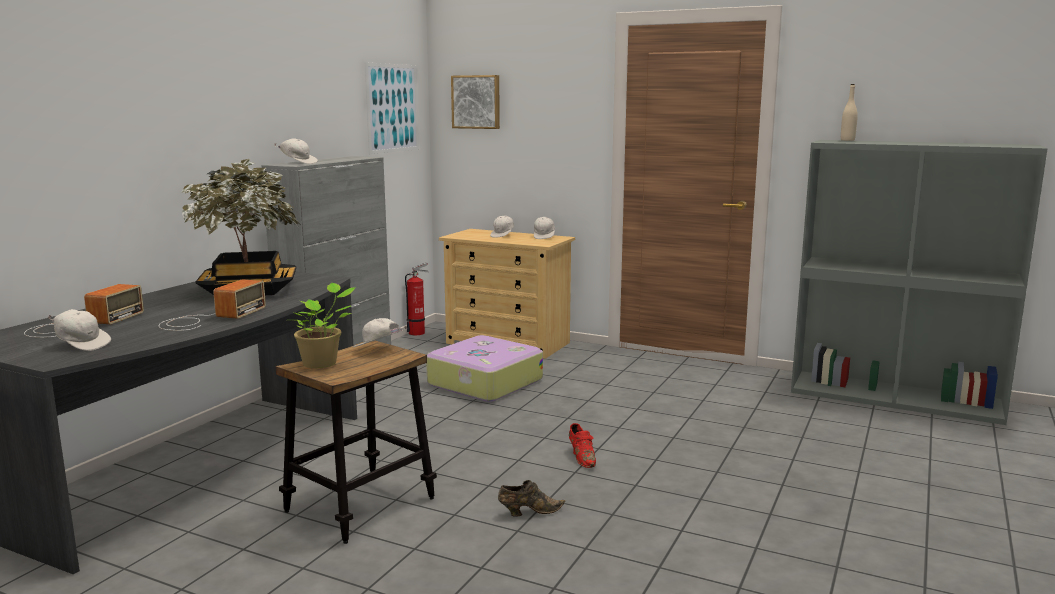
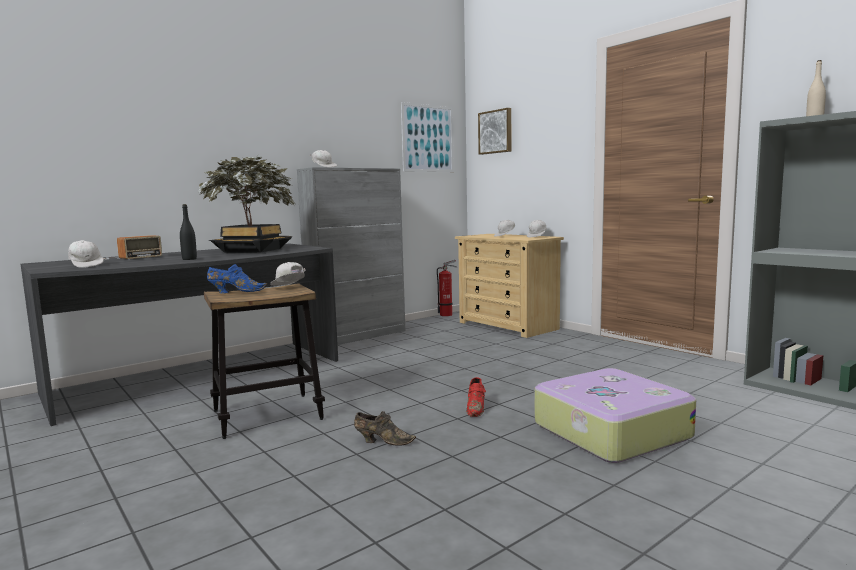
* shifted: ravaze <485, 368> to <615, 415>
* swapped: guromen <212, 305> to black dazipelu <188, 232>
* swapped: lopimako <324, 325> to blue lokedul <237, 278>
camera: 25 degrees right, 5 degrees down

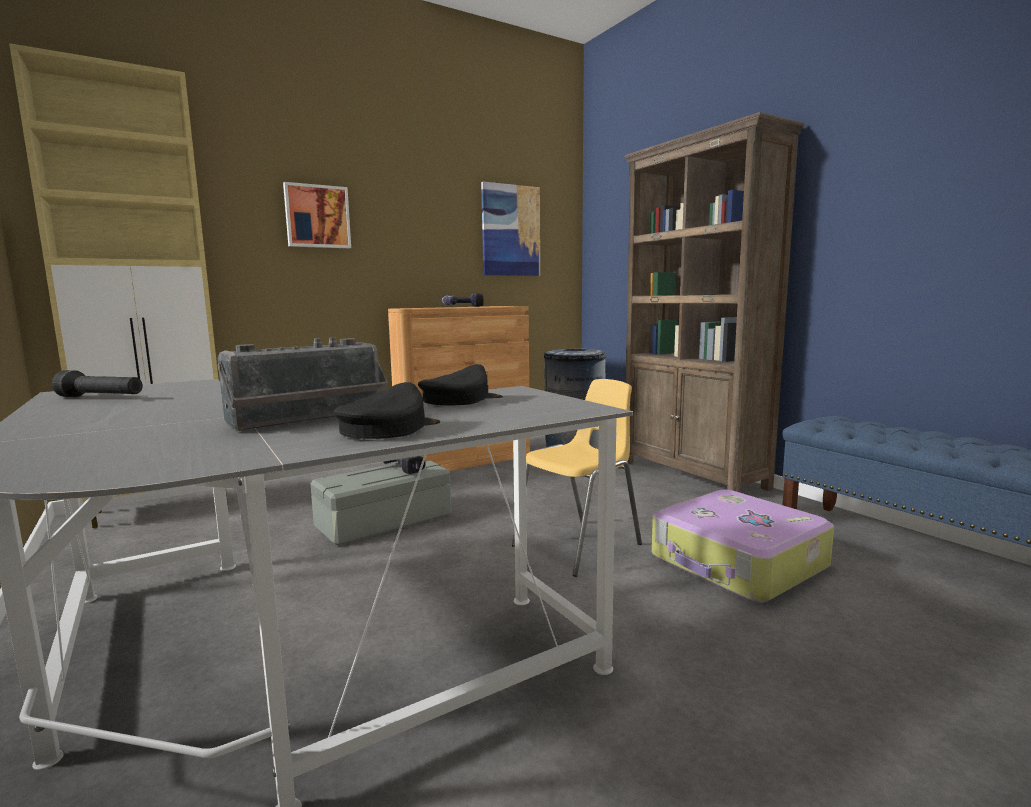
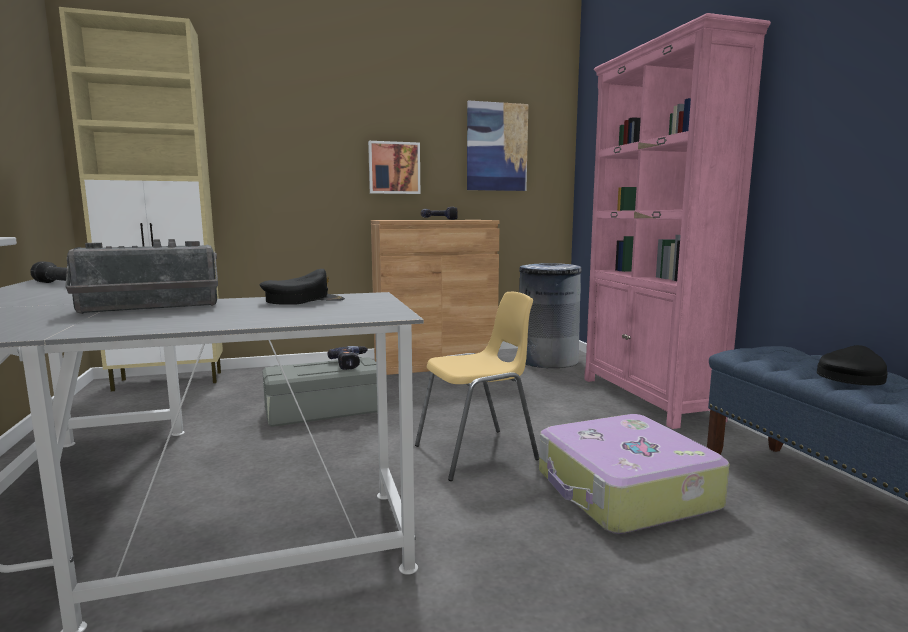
* shifted: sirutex <317, 215> to <394, 167>
* shifted: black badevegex <386, 410> to <852, 365>
* repainted: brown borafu <714, 302> to pink borafu <677, 221>
camera: 15 degrees right, 0 degrees up

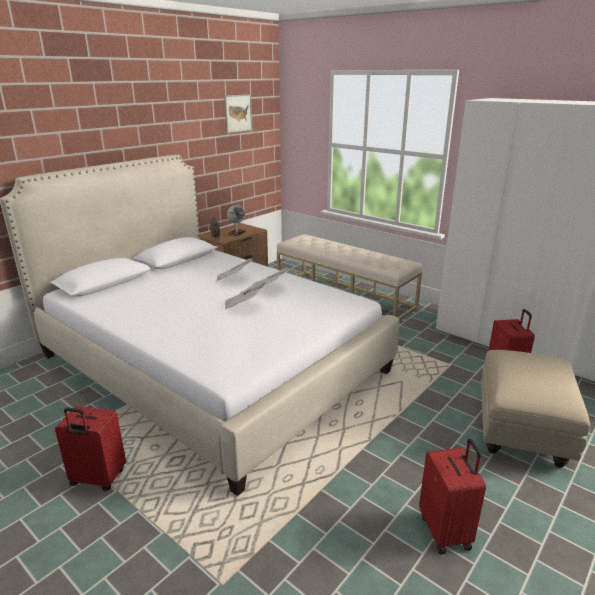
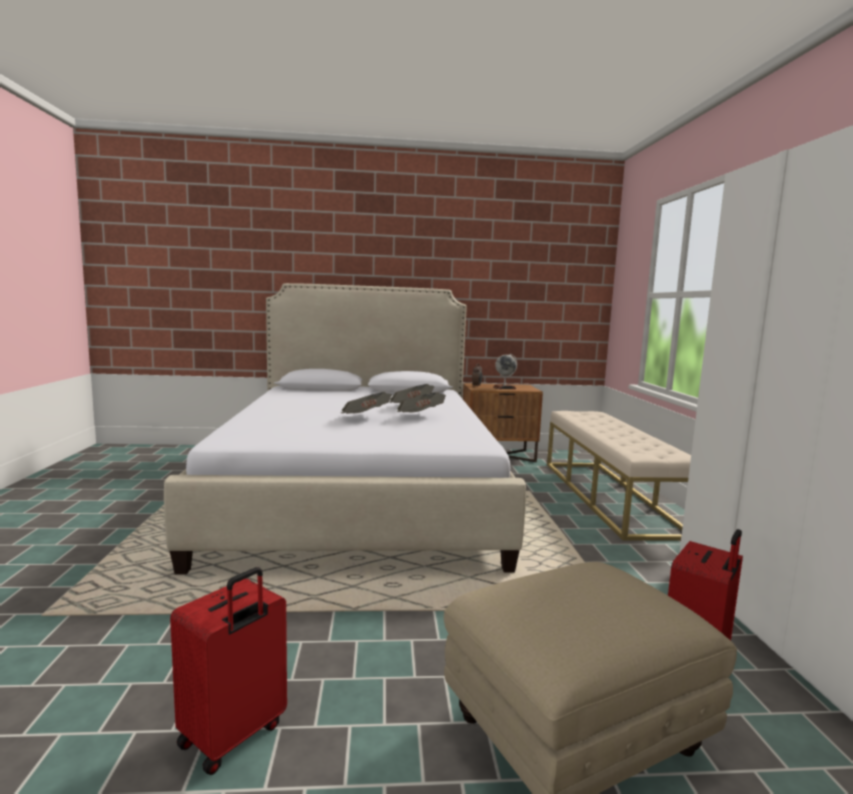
* gone: red ravaze <90, 448>
* gone: sirutex <238, 113>
camera: 45 degrees right, 15 degrees down

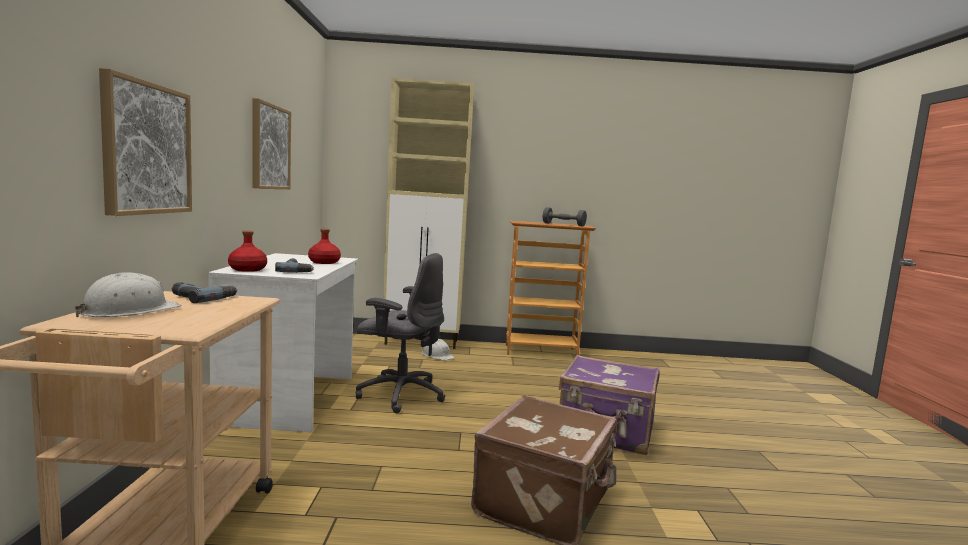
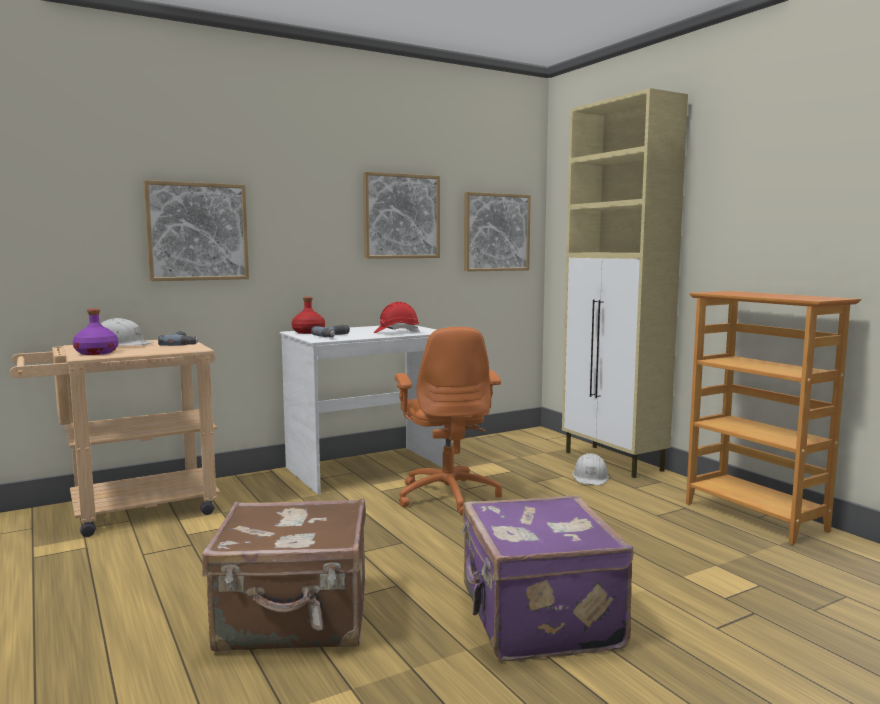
* gone: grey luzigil <565, 216>
* new: purple dazipelu <95, 332>
* new: sirutex <497, 232>
* swapped: red dazipelu <324, 246> to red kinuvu <397, 317>
* repainted: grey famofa <400, 333> to orange famofa <448, 421>
camera: 60 degrees right, 0 degrees up

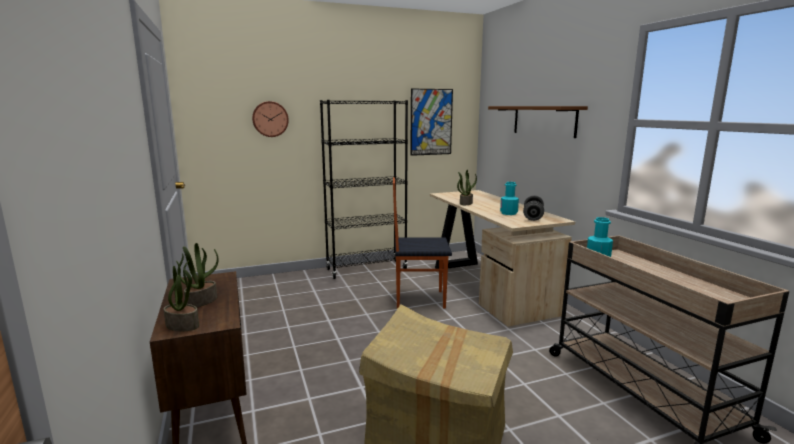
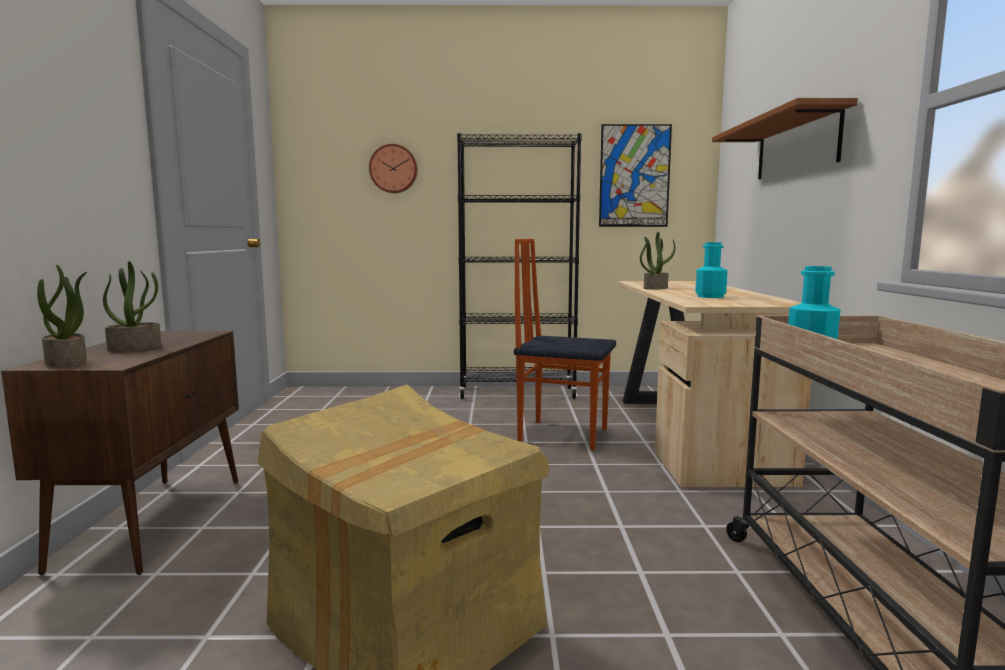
* gone: grey luzigil <533, 208>
camera: 20 degrees right, 5 degrees down

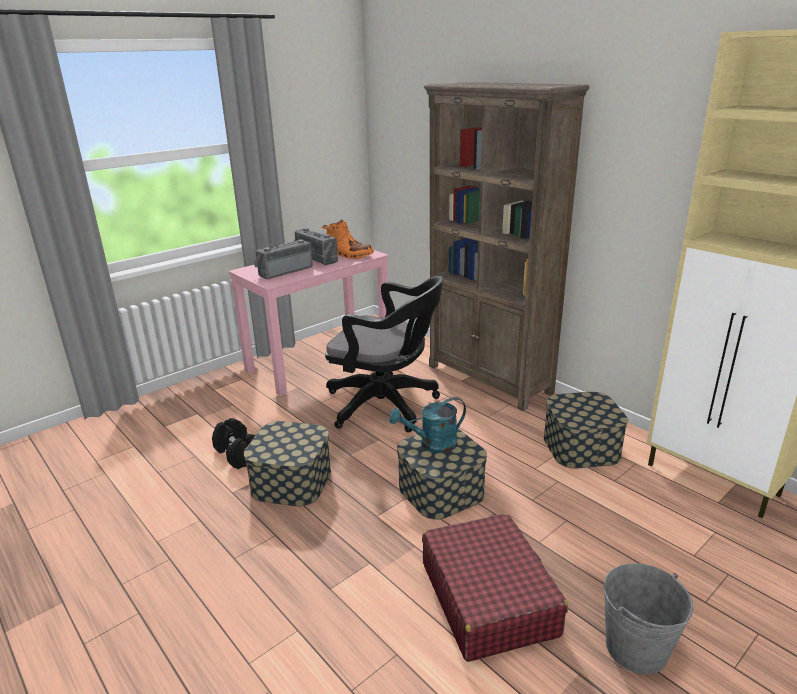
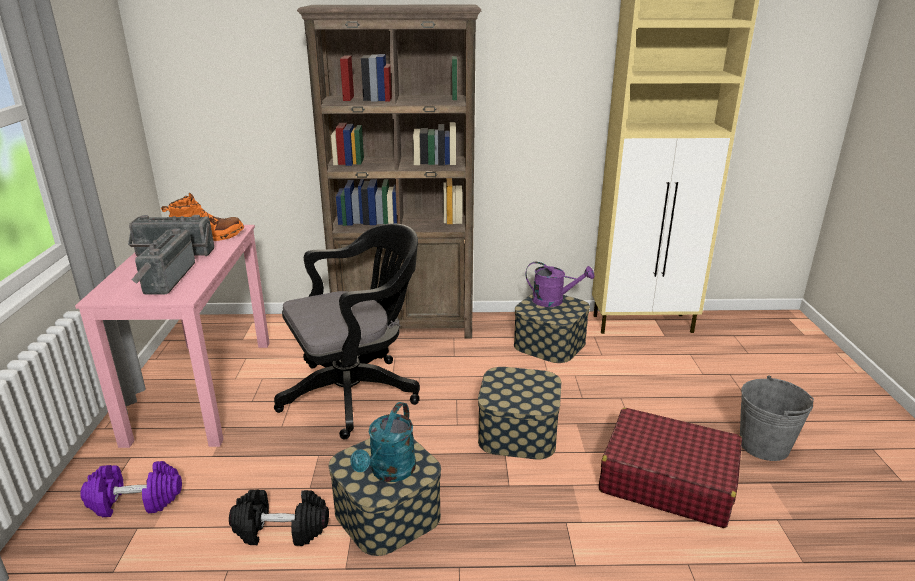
* new: purple luzigil <131, 489>
* new: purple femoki <559, 284>
* shifted: turquoise femoki <427, 425> to <383, 442>
camera: 50 degrees left, 0 degrees up

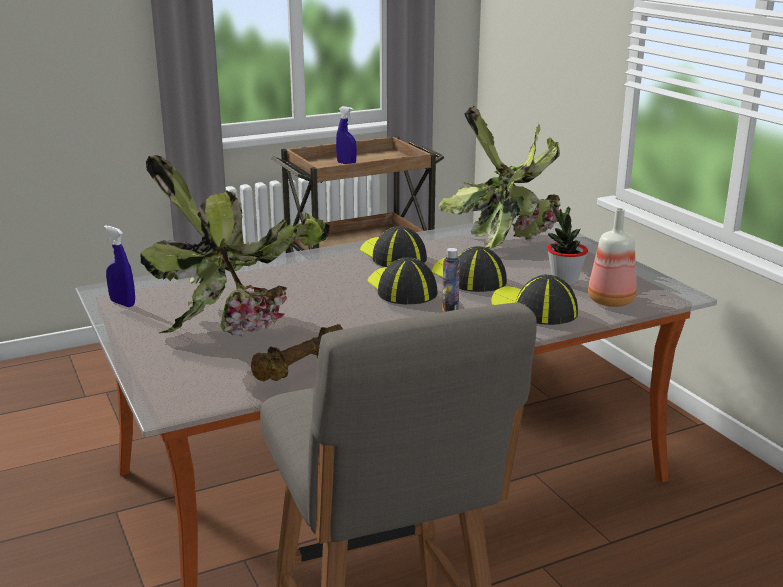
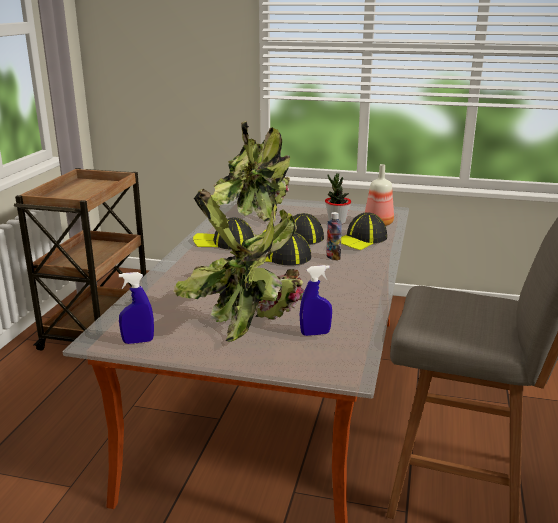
* gone: brown luzigil <297, 352>
* shifted: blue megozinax <346, 135> to <316, 300>
* rotated: badevegex <534, 300> = <364, 231> 45 degrees counterclockwise
camera: 50 degrees left, 0 degrees up

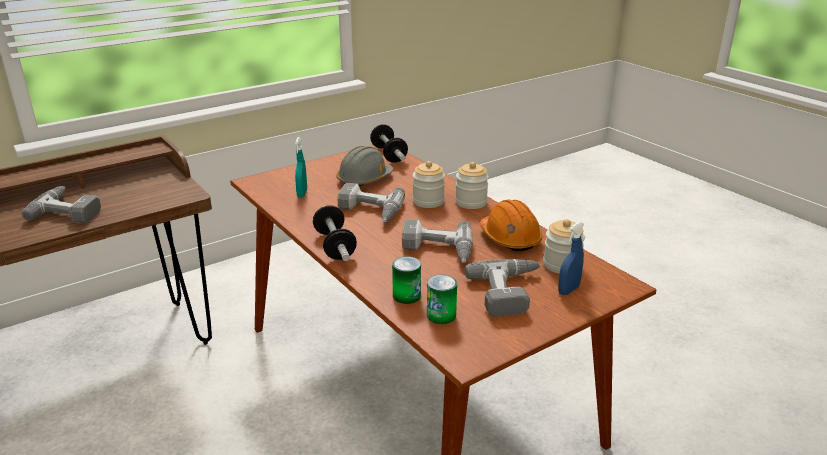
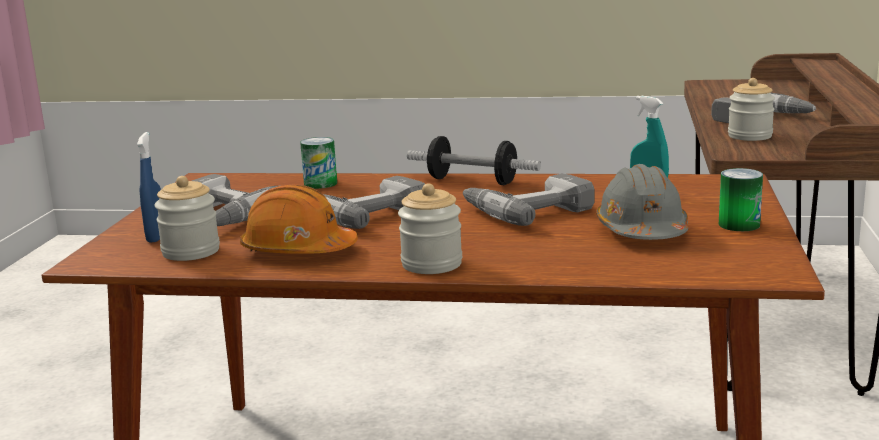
* gone: luzigil <389, 143>
* shifted: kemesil <429, 184> to <751, 109>
* shifted: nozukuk <442, 299> to <741, 199>
camera: 135 degrees right, 10 degrees down

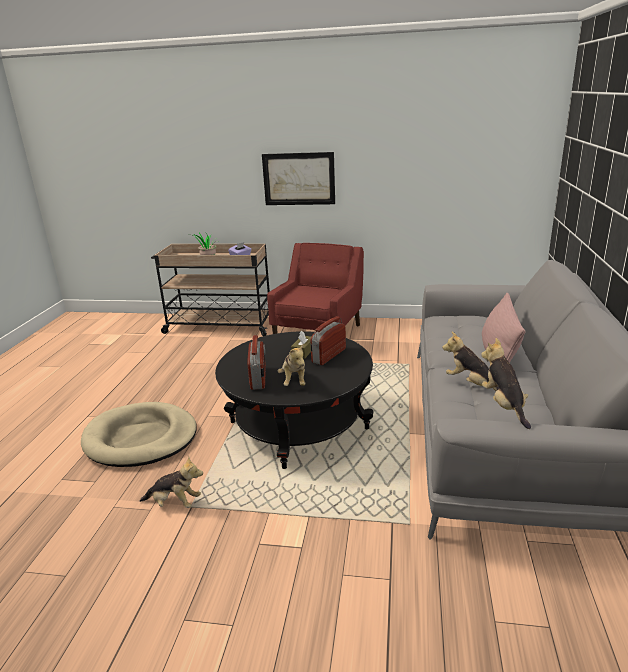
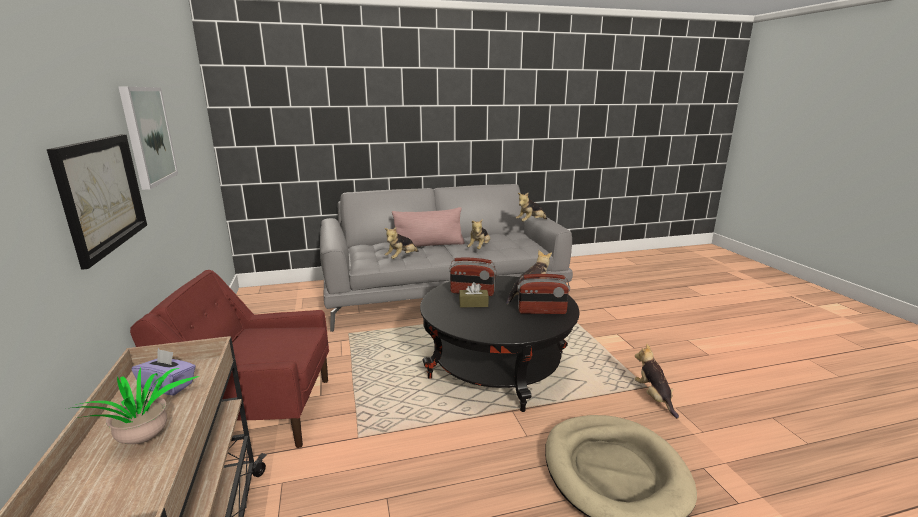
* new: sirutex <148, 138>
* new: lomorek <402, 243>
* rotated: guromen <256, 362> = <543, 294> 150 degrees counterclockwise
camera: 115 degrees left, 5 degrees down

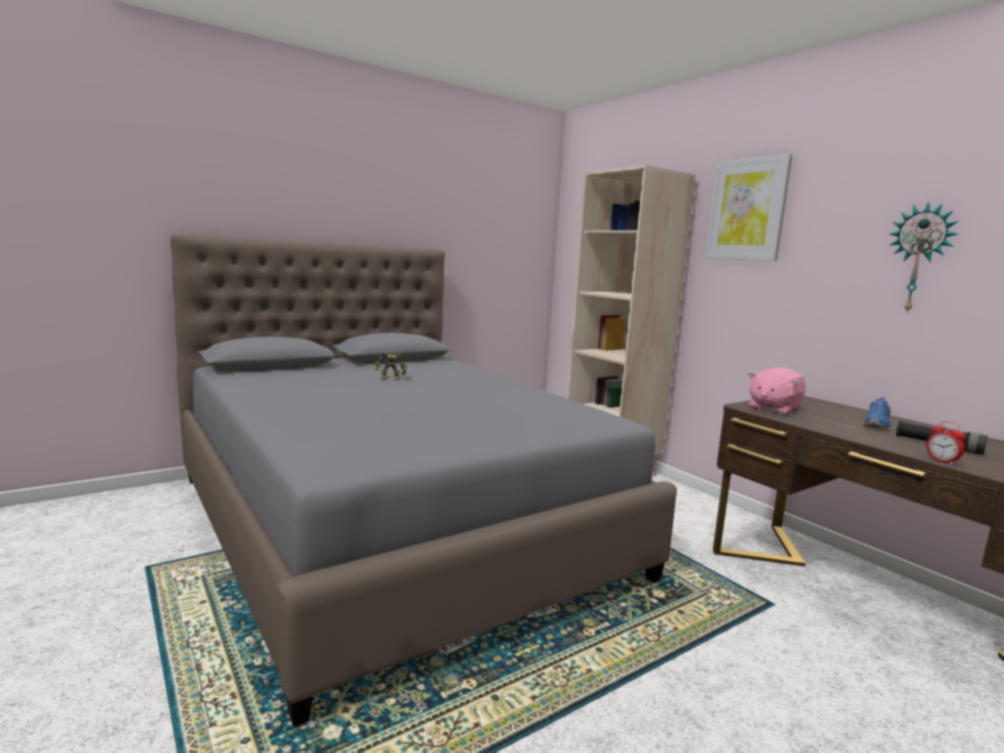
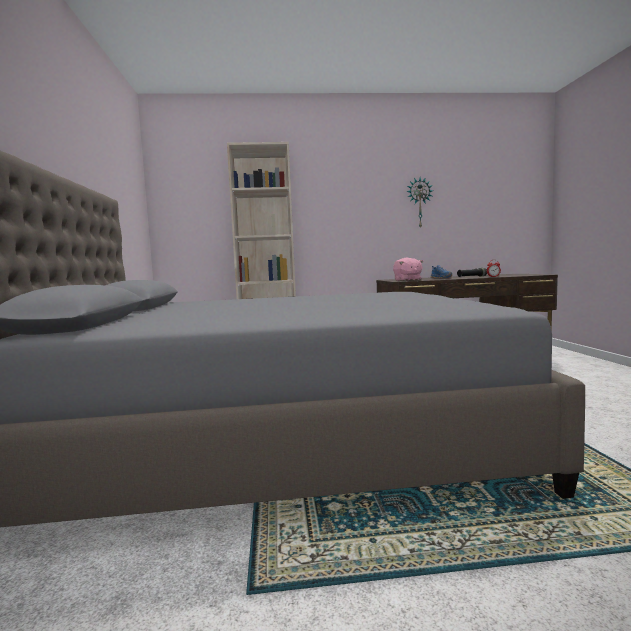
* gone: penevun <391, 365>
* gone: sirutex <749, 207>
camera: 60 degrees left, 5 degrees down

